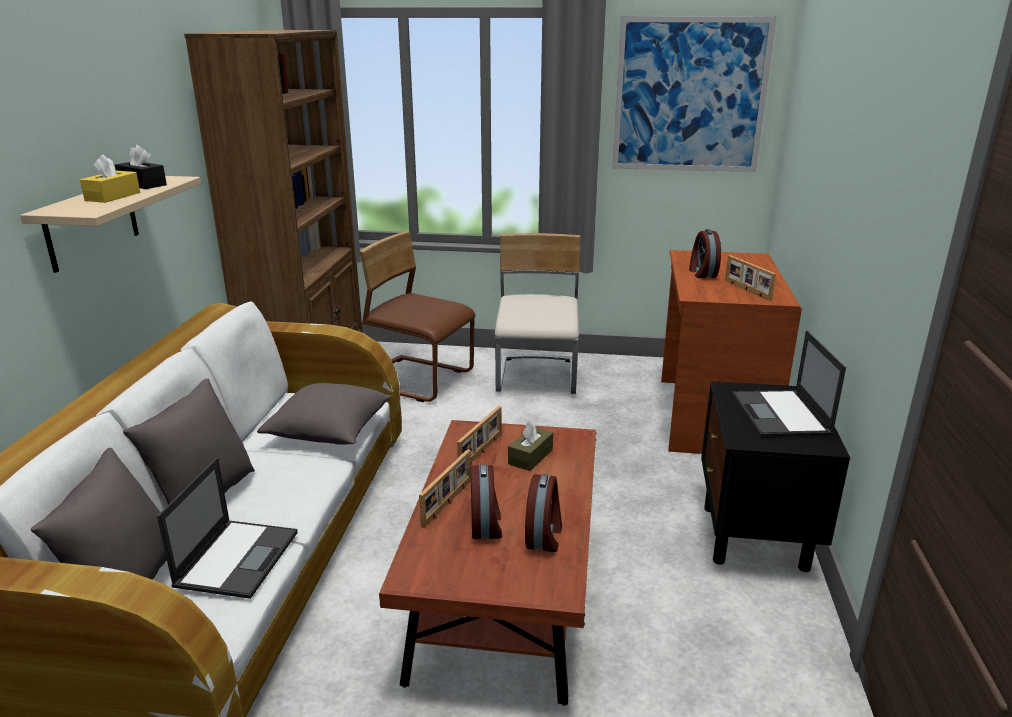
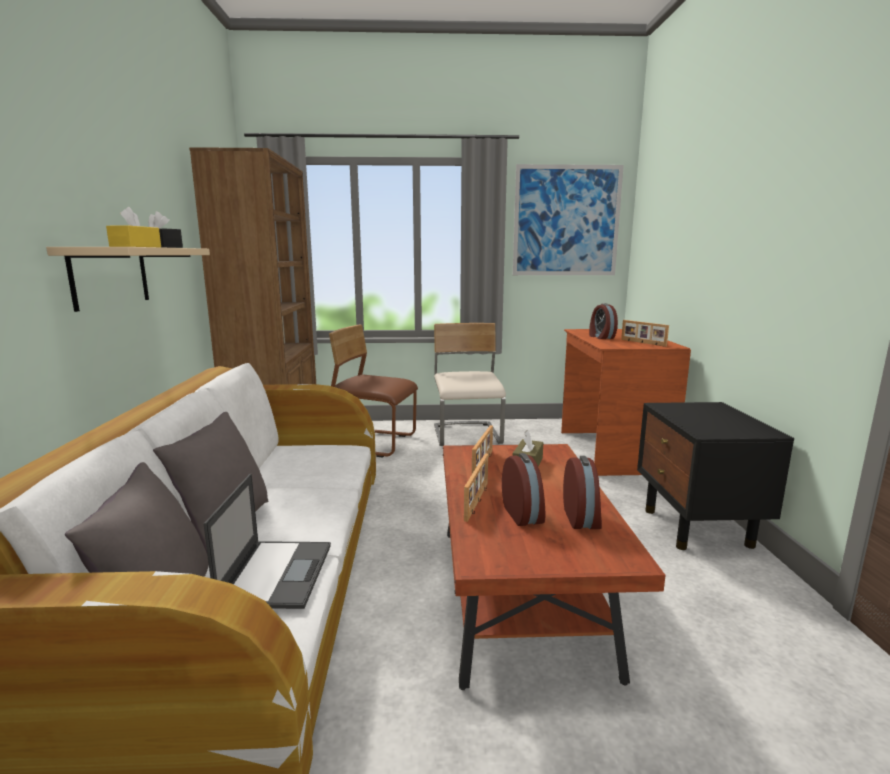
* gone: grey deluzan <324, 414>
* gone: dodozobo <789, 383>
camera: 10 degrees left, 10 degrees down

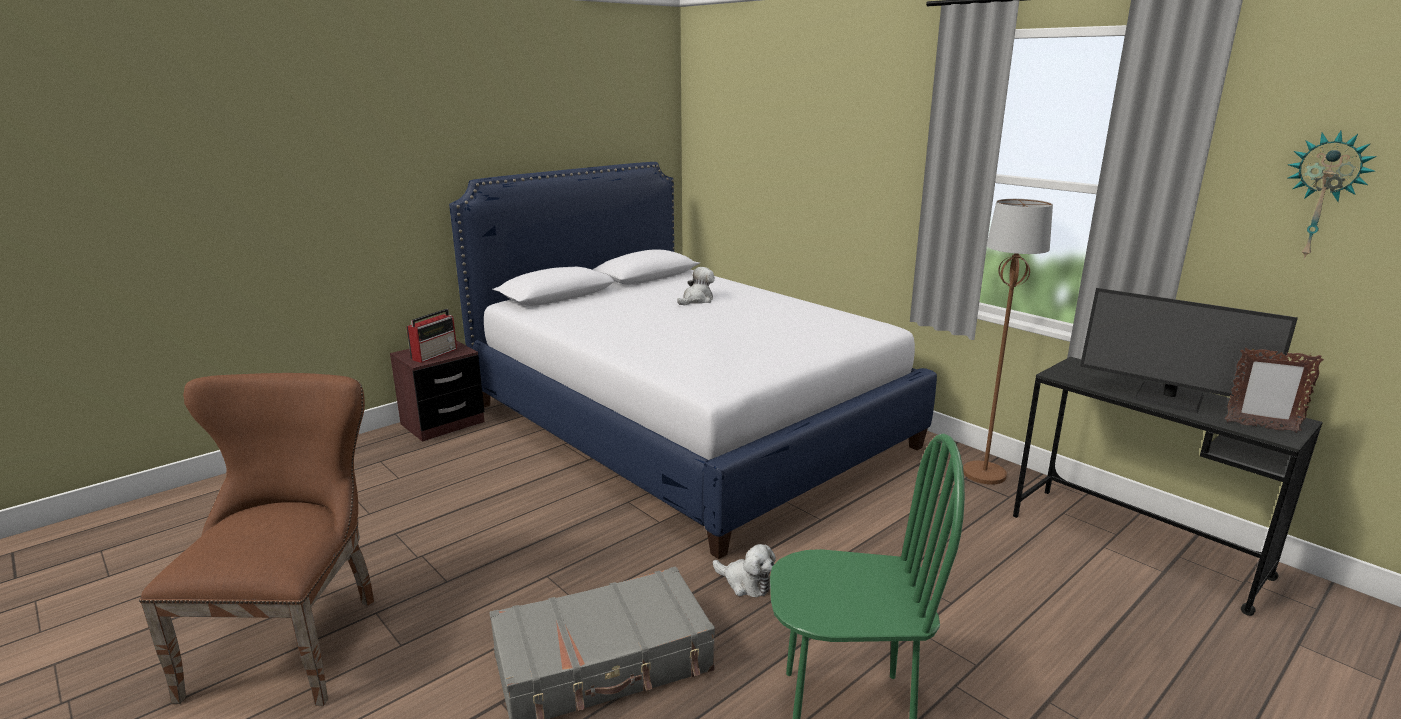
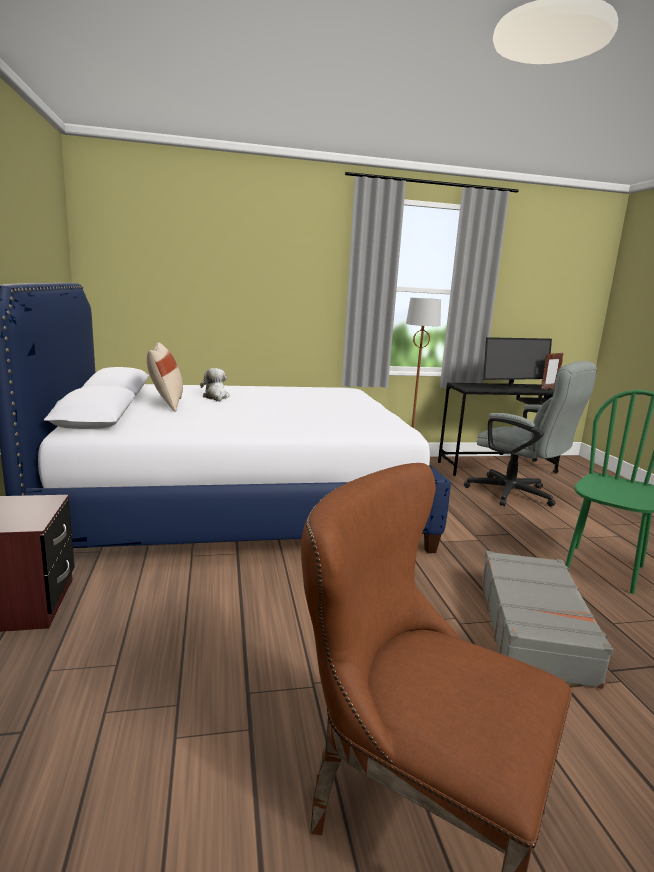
* gone: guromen <431, 336>
* gone: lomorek <744, 570>
* gone: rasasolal <1332, 195>
* new: beige deluzan <164, 377>
* new: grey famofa <530, 434>
camera: 60 degrees left, 5 degrees down

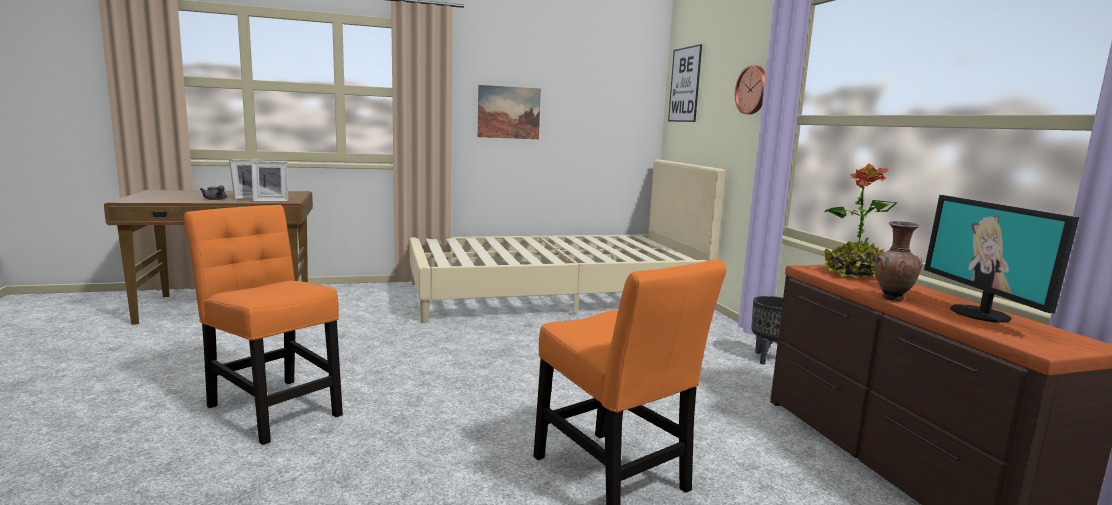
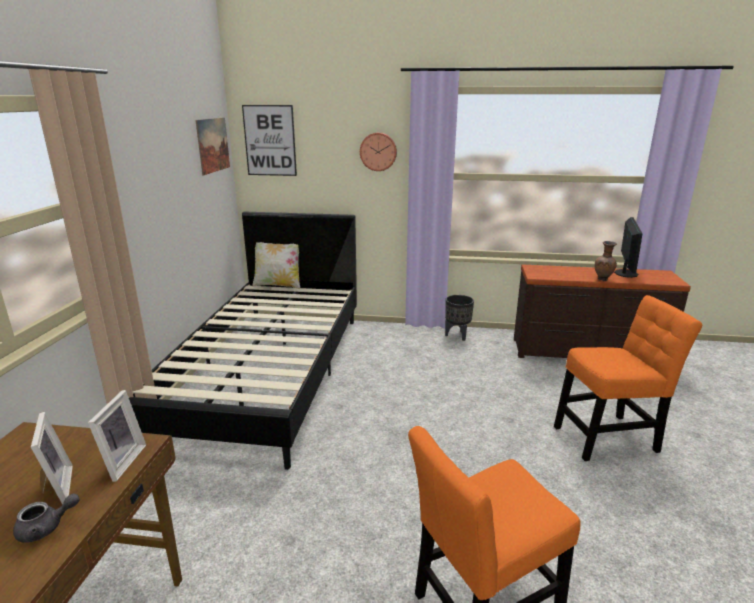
* gone: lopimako <860, 220>
* new: deluzan <276, 265>
* shifted: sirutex <509, 112> to <212, 146>
* repainted: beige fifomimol <567, 241> to black fifomimol <243, 341>
* rotated: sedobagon <1001, 258> = <628, 247> 90 degrees counterclockwise
camera: 65 degrees left, 10 degrees up

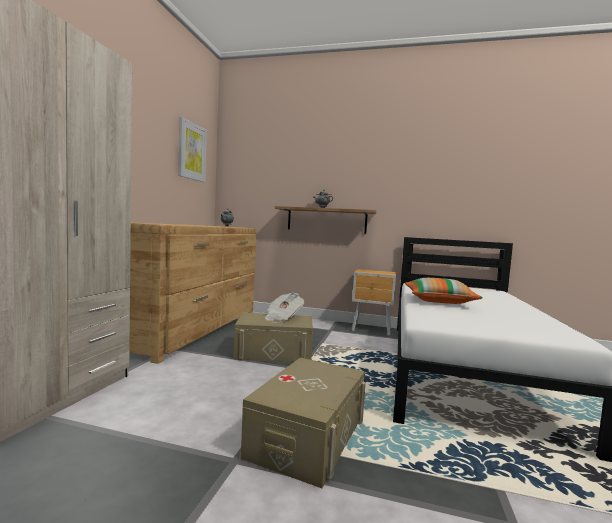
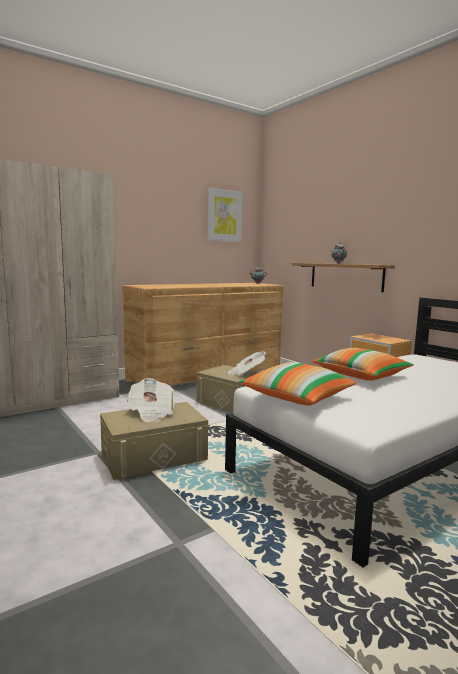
* new: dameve <150, 400>
* new: deluzan <297, 383>
camera: 40 degrees right, 5 degrees up

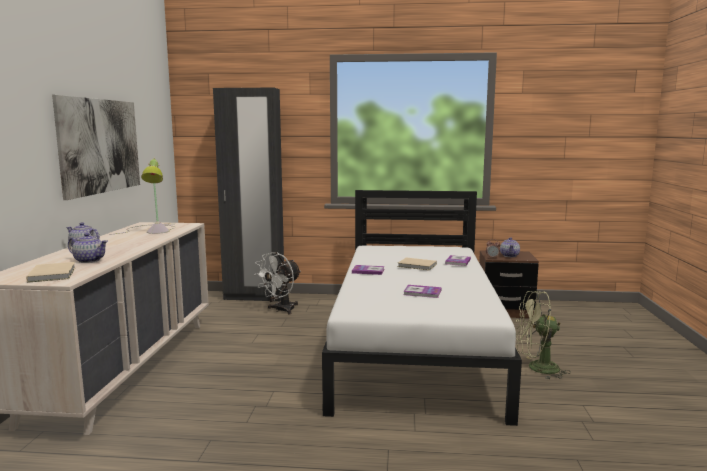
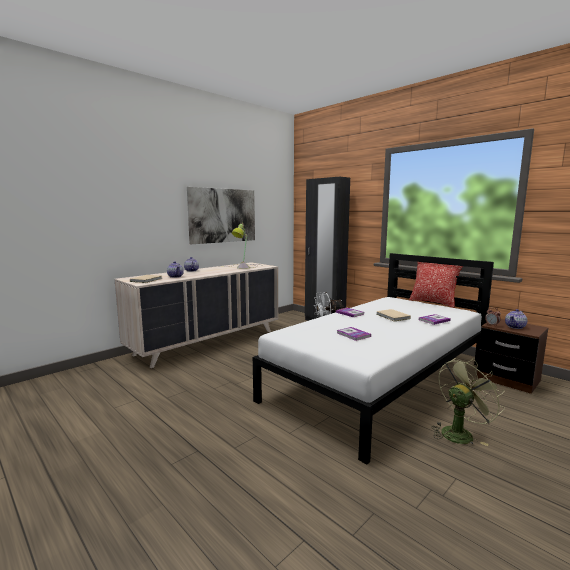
* new: deluzan <436, 285>
* rotated: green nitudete <543, 335> = <468, 402> 105 degrees clockwise
camera: 40 degrees right, 0 degrees up

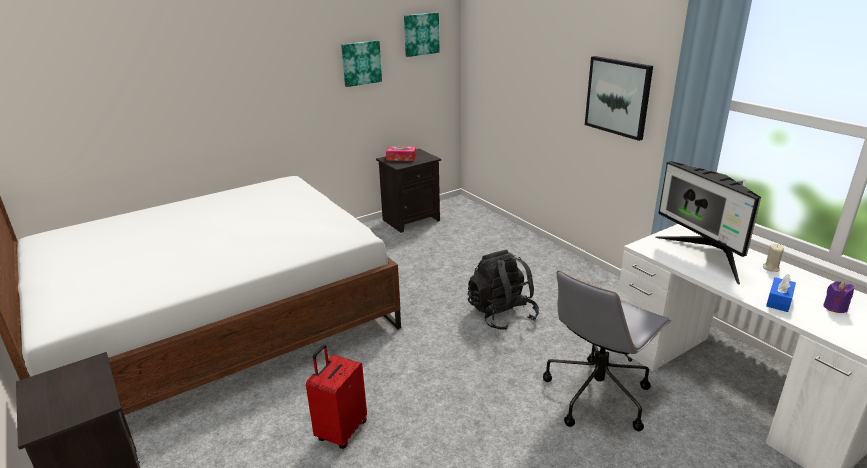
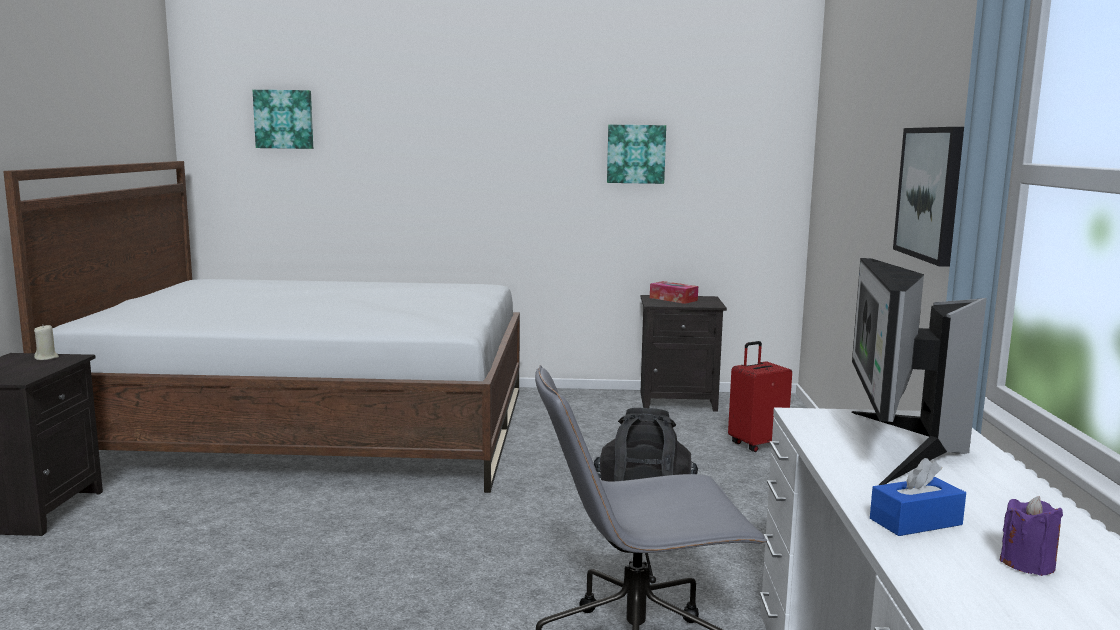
* shifted: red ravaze <336, 396> to <760, 396>
* shifted: sirutex <422, 34> to <283, 119>
* shifted: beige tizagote <773, 258> to <46, 342>
camera: 35 degrees right, 15 degrees down

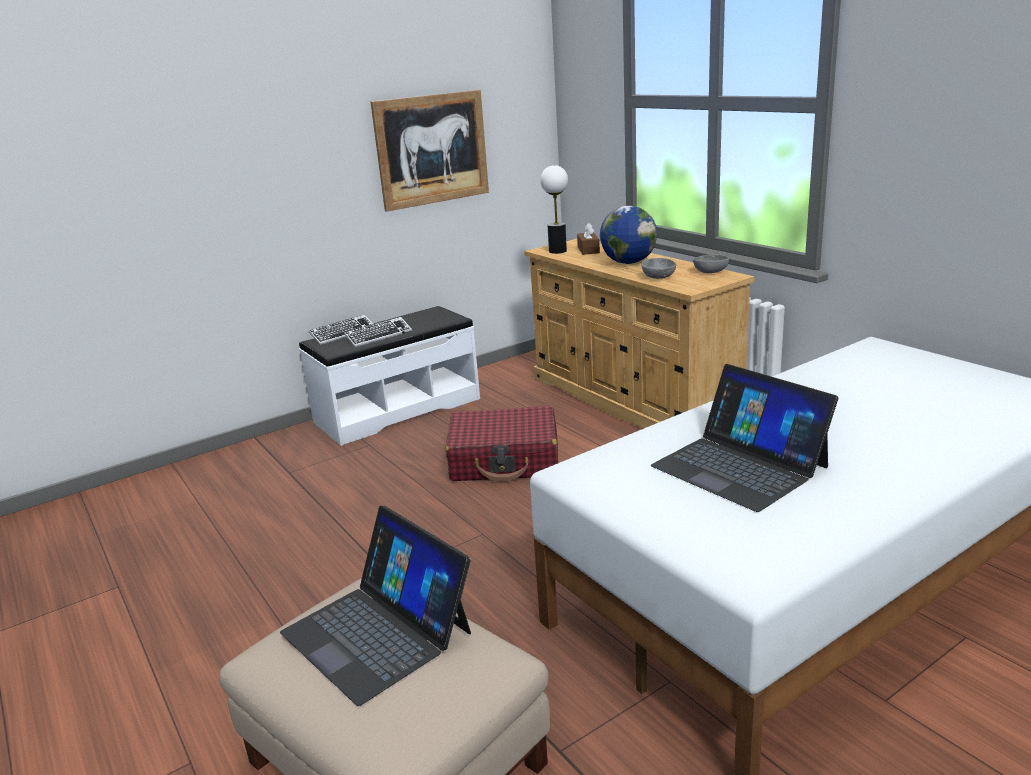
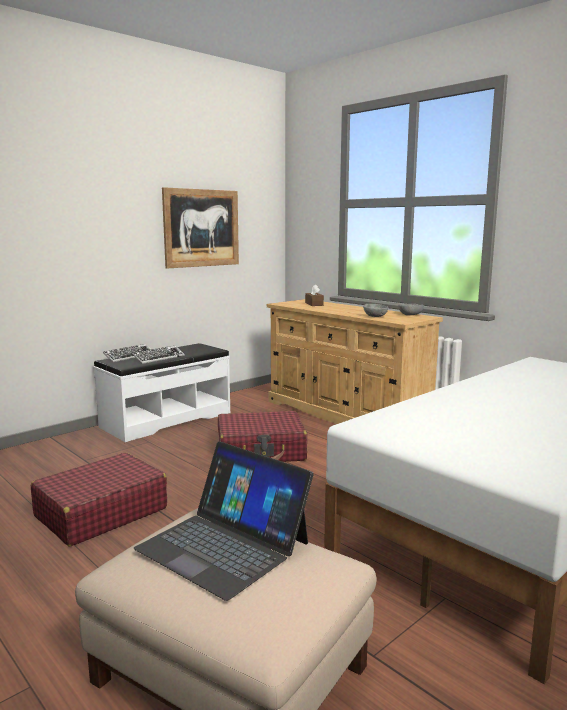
* gone: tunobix <554, 209>
* gone: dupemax <628, 235>
* gone: dodozobo <744, 438>
* new: red ravaze <99, 499>
camera: 10 degrees left, 10 degrees down

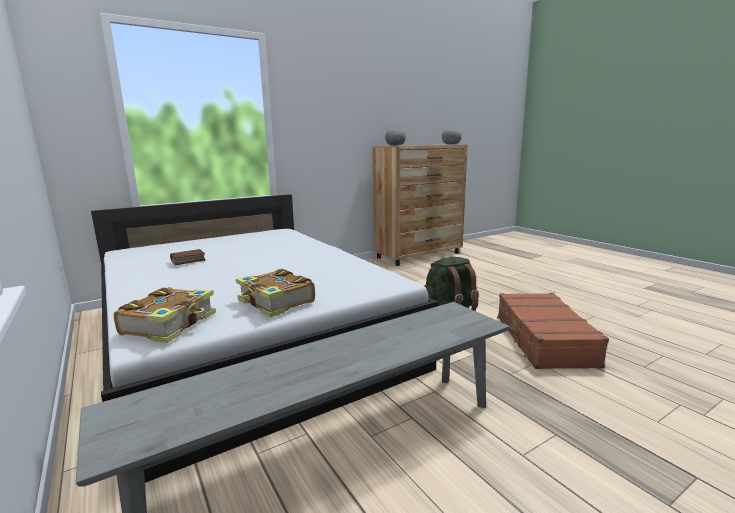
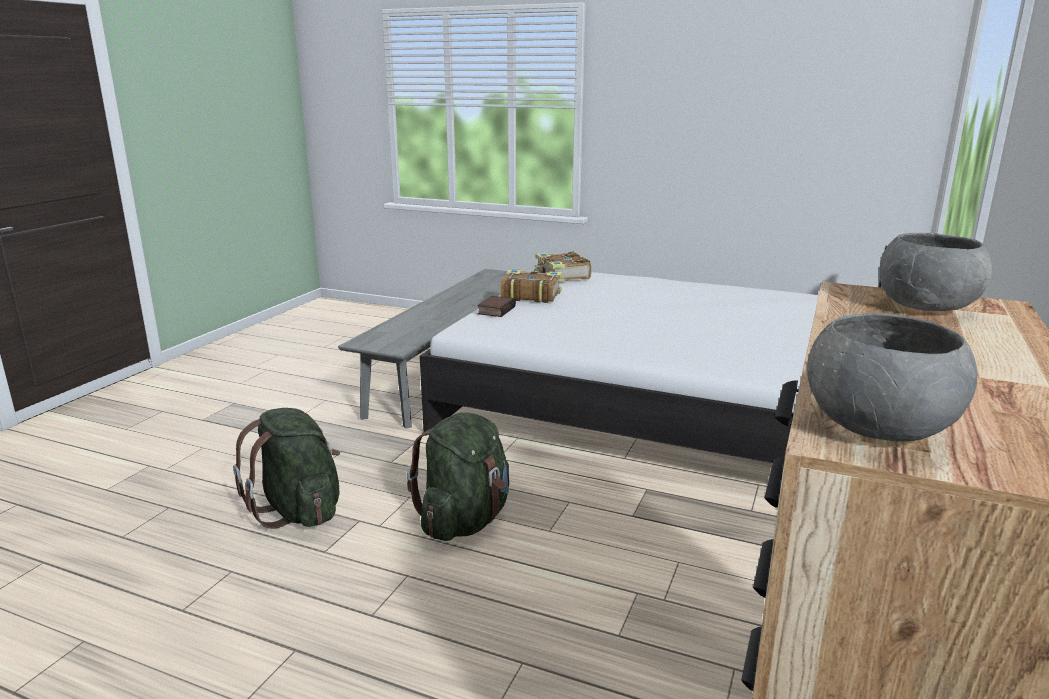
* shifted: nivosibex <188, 257> to <496, 306>
* swapped: brown ravaze <553, 331> to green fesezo <286, 468>
camera: 145 degrees right, 5 degrees up

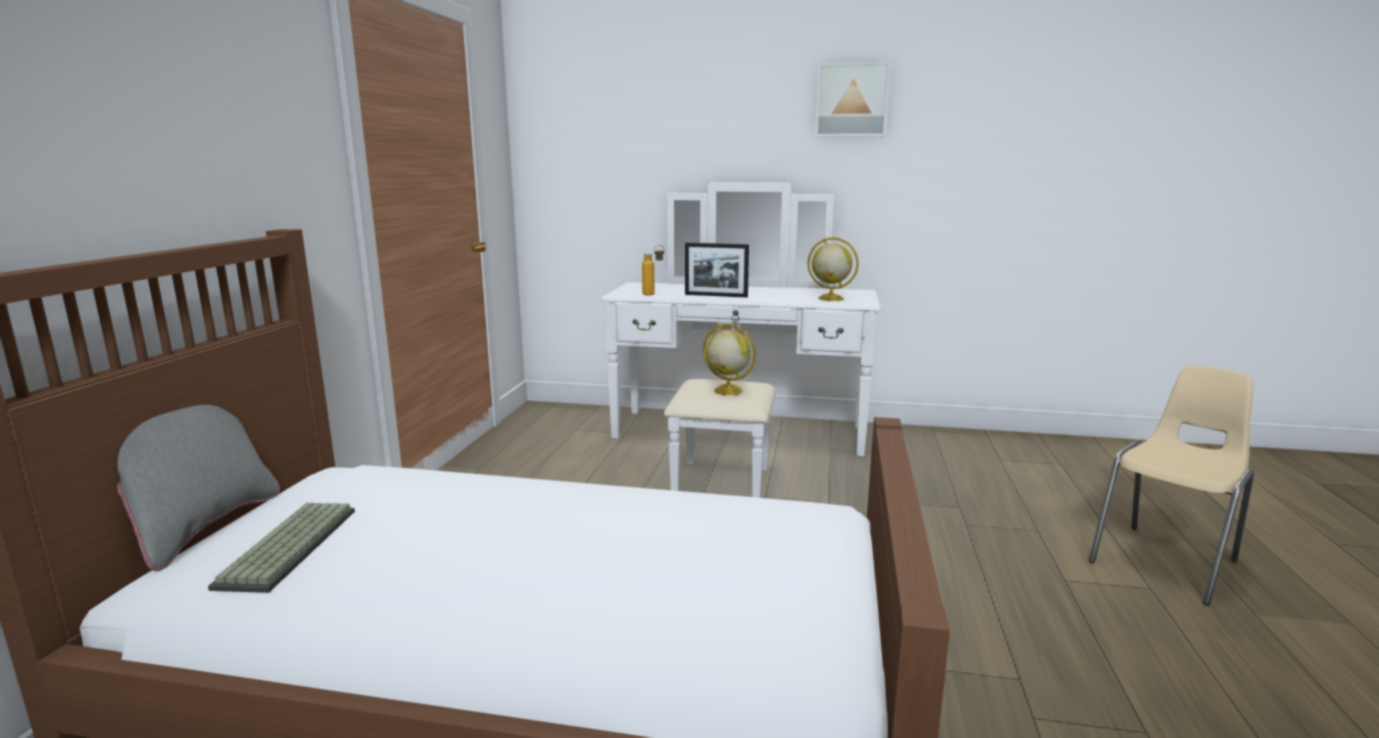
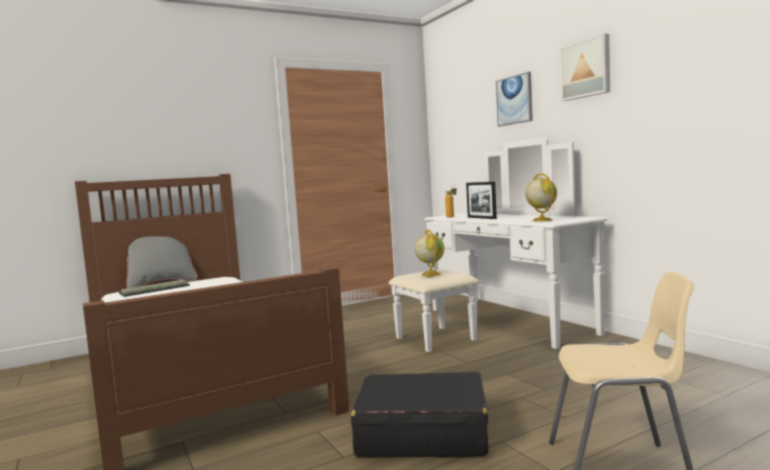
* new: black ravaze <419, 415>
* new: sirutex <514, 99>
camera: 50 degrees right, 10 degrees down

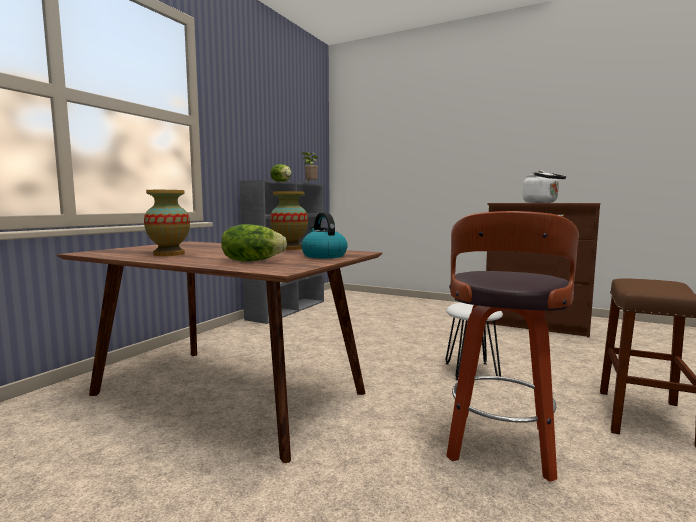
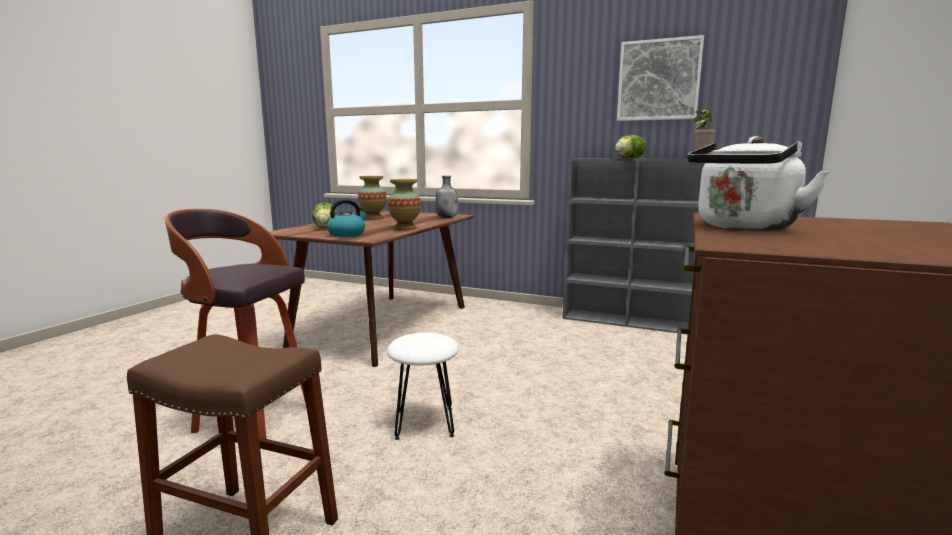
* new: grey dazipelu <447, 197>
* new: sirutex <660, 78>
camera: 85 degrees right, 5 degrees up

